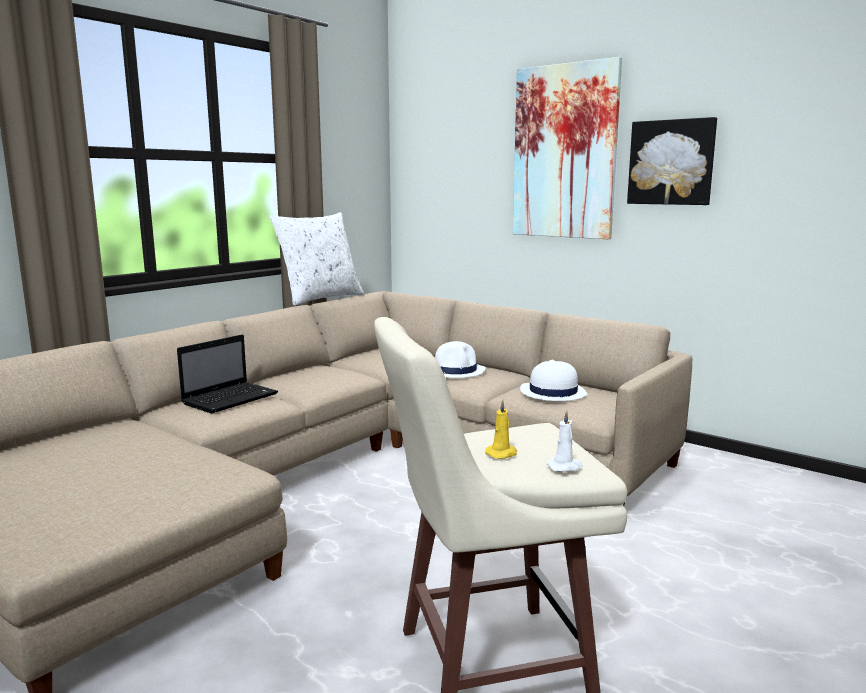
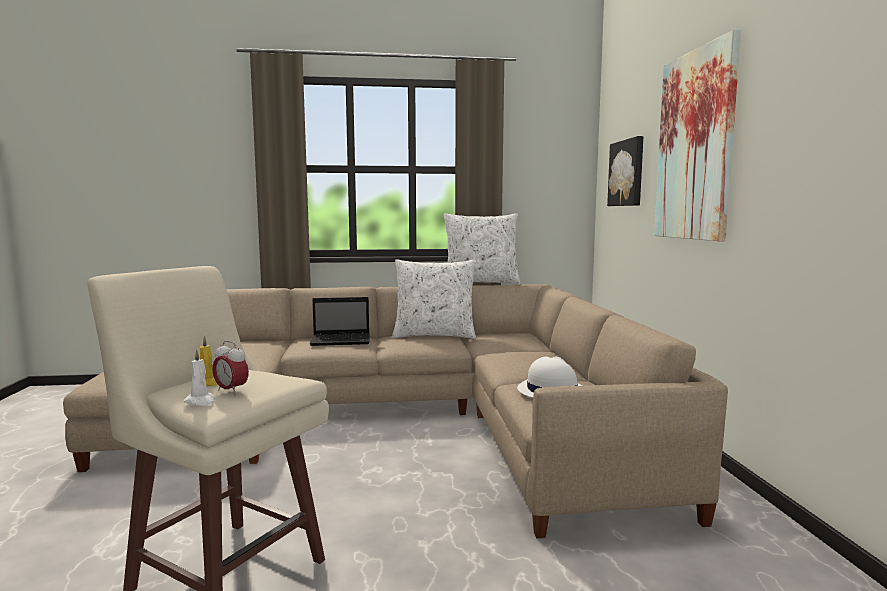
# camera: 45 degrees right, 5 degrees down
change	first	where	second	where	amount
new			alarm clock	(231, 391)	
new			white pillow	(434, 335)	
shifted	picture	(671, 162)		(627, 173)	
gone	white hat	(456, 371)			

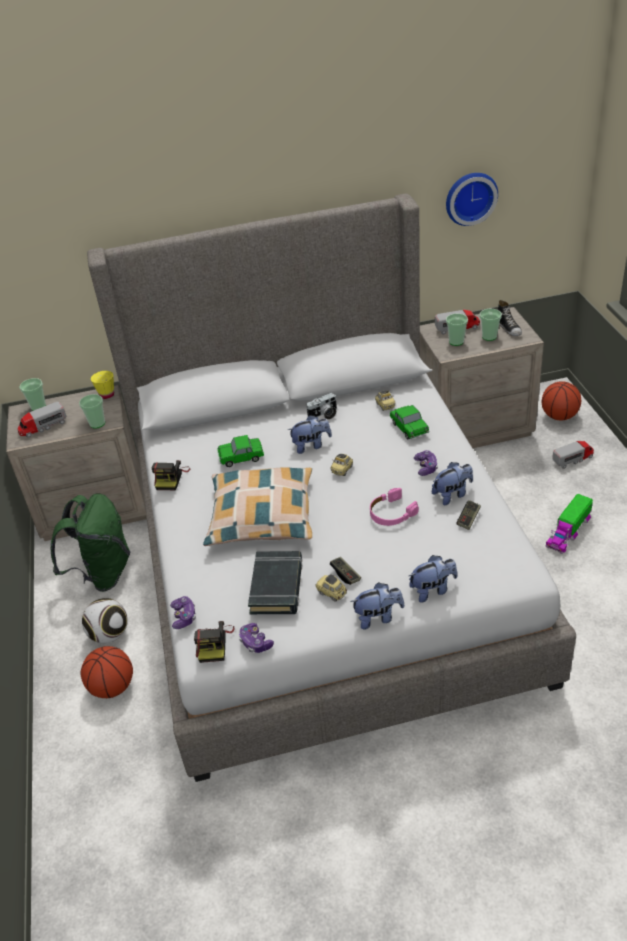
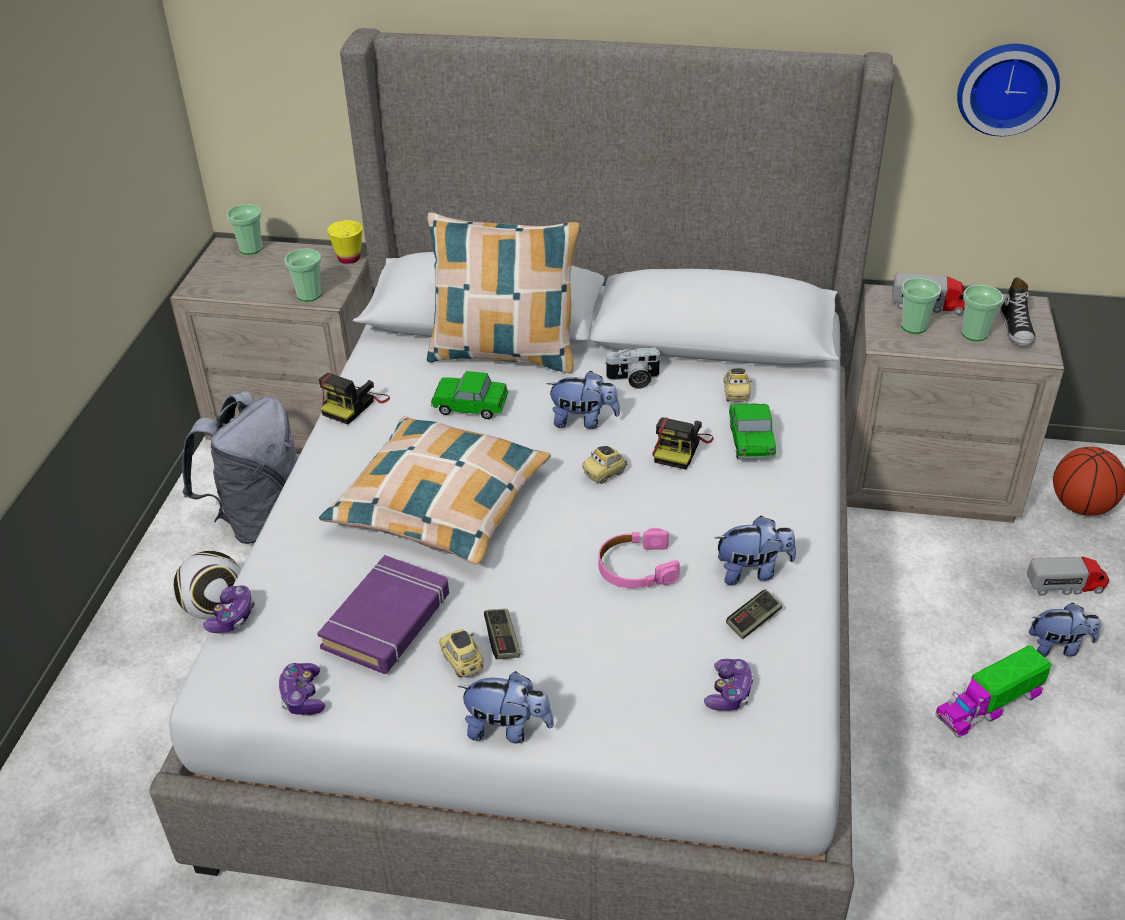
# camera: 20 degrees right, 0 degrees up
change	first	where	second	where	amount
repainted	green backpack	(103, 573)	grey backpack	(259, 518)	
repainted	black book	(277, 586)	purple book	(387, 621)	
new			pillow	(504, 354)	
shifted	photo camera	(214, 643)		(680, 448)	
shifted	game controller	(426, 467)		(729, 692)	
shifted	plush toy	(432, 590)		(1058, 647)	
gone	toy truck	(43, 427)			
gone	basketball	(112, 687)			

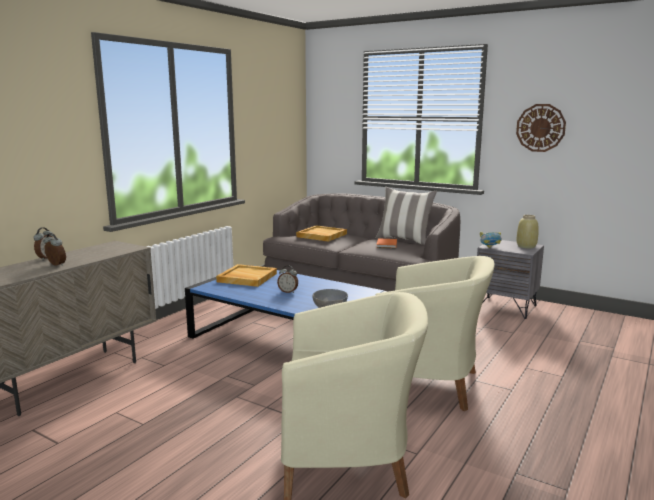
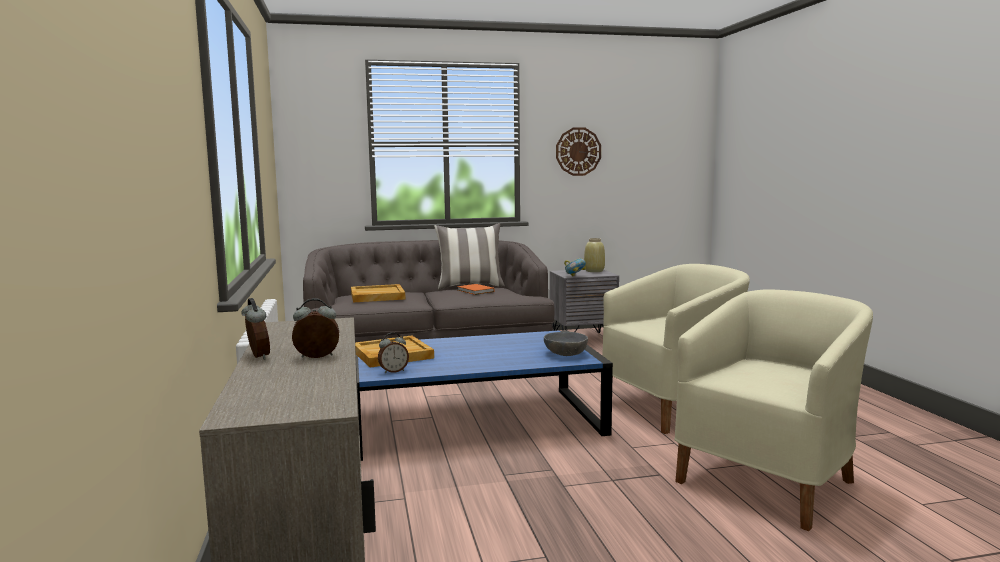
# camera: 45 degrees left, 5 degrees down
change	first	where	second	where	amount
shifted	alarm clock	(288, 291)		(393, 371)	

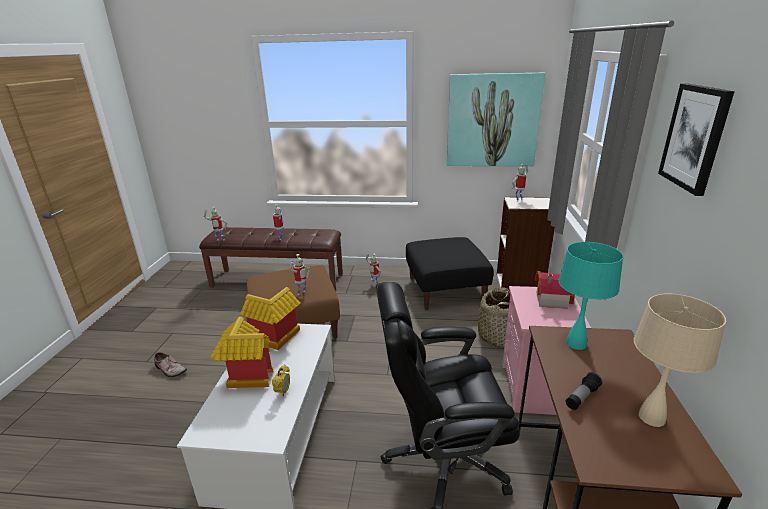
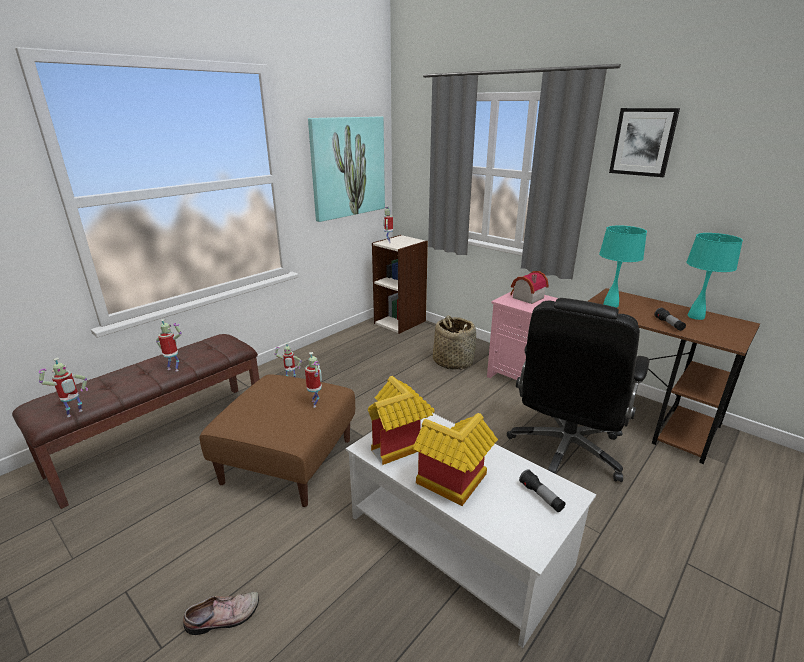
# camera: 55 degrees left, 0 degrees up
change	first	where	second	where	amount
new			flashlight	(541, 497)	
repainted	beige table lamp	(651, 417)	turquoise table lamp	(695, 316)	
gone	alarm clock	(283, 392)			
gone	black ottoman	(446, 290)			

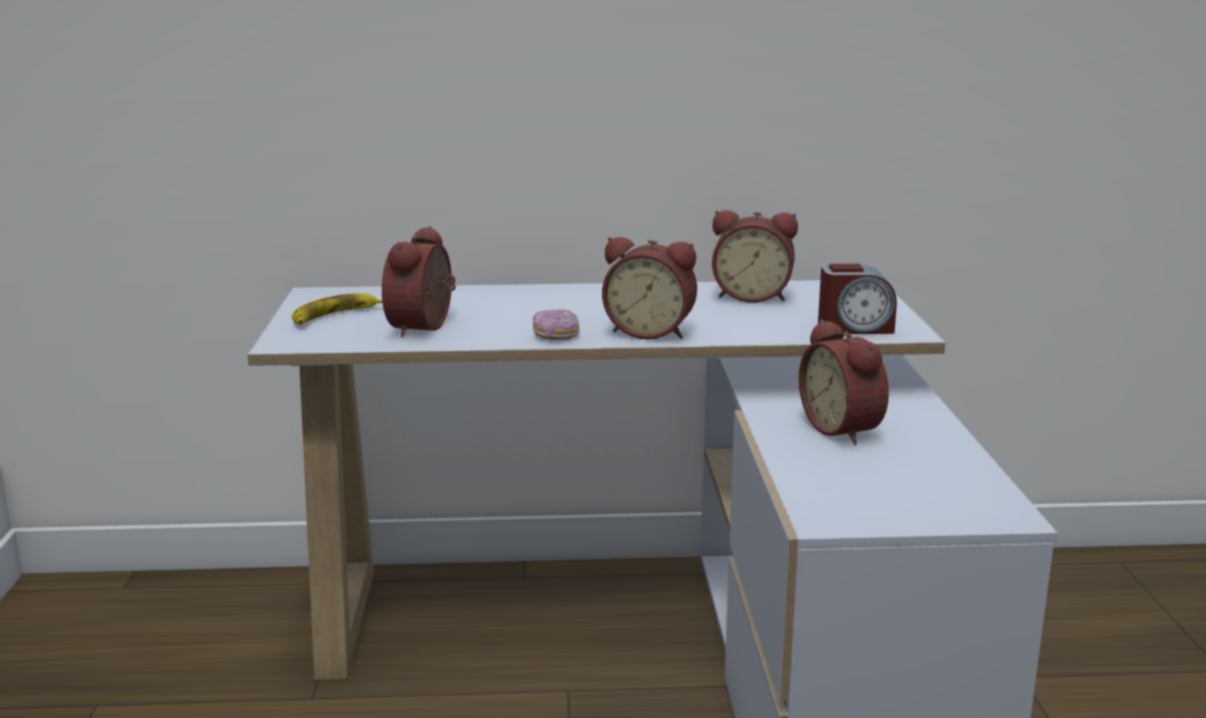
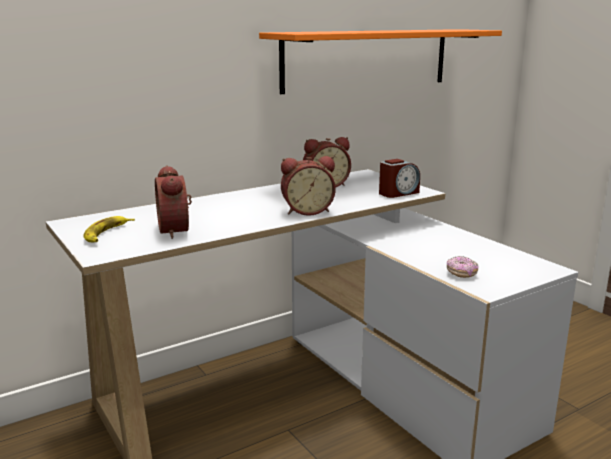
# camera: 30 degrees left, 0 degrees up
change	first	where	second	where	amount
new			orange shelf	(367, 59)	
shifted	donut	(556, 336)		(461, 274)	
gone	alarm clock	(845, 429)			

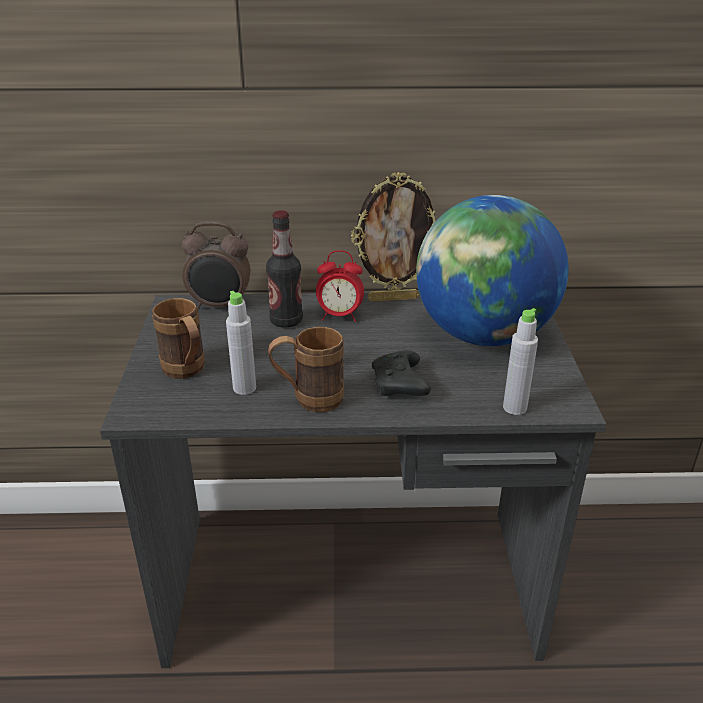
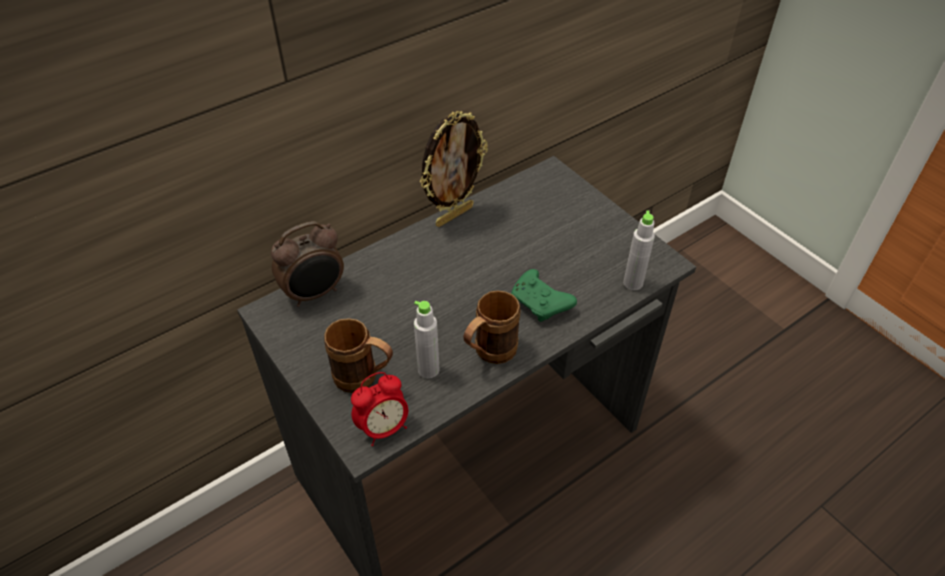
# camera: 35 degrees left, 15 degrees up
change	first	where	second	where	amount
shifted	alarm clock	(339, 316)		(383, 428)	
repainted	black game controller	(400, 385)	green game controller	(541, 303)	
gone	bottle	(286, 321)			
gone	globe	(483, 335)			

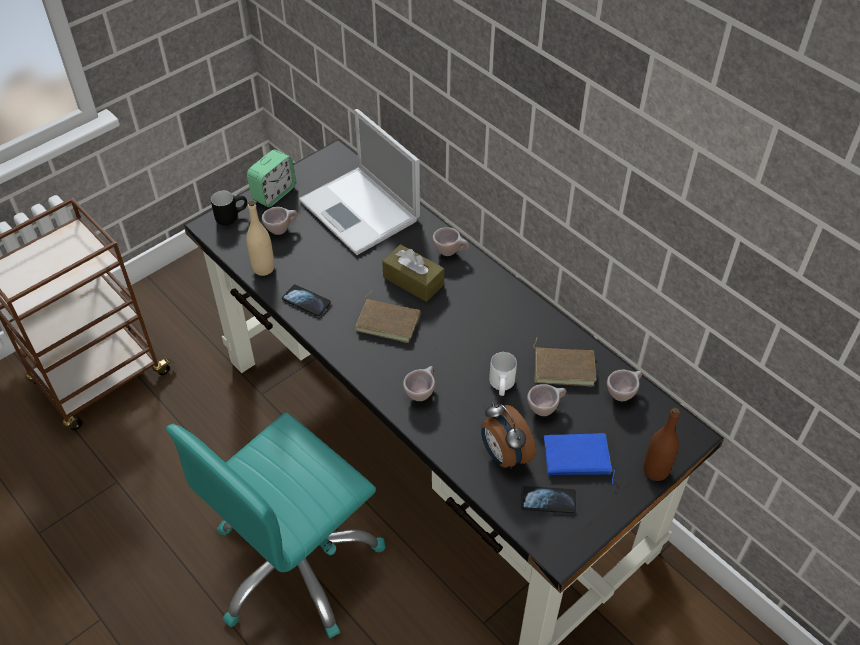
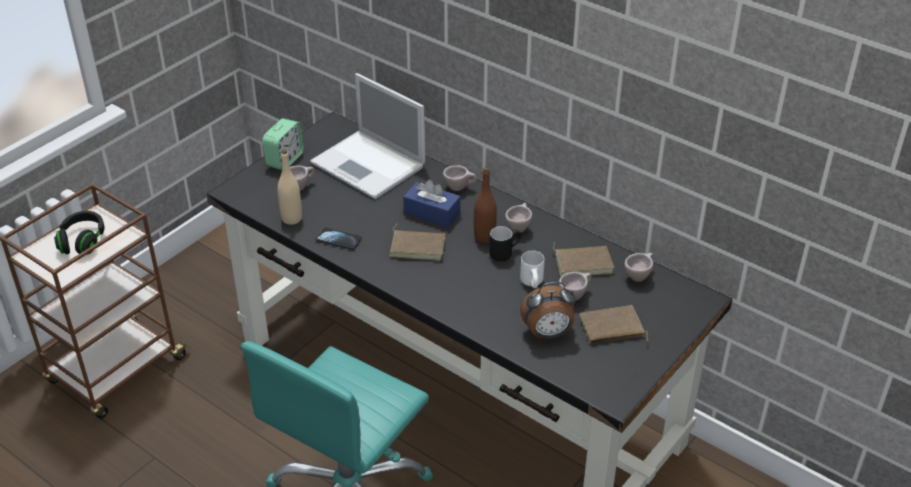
# camera: 10 degrees left, 10 degrees down
change	first	where	second	where	amount
new			black headphones	(82, 242)	
repainted	brown tissue box	(413, 281)	blue tissue box	(432, 213)	
shifted	brown bottle	(655, 470)		(484, 237)	
shifted	black mug	(231, 216)		(504, 252)	
shifted	beige cup	(421, 392)		(519, 227)	
rotated	alarm clock	(504, 455)		(548, 334)	60 degrees counterclockwise
repainted	blue book	(576, 459)	brown book	(611, 329)	
gone	phone	(548, 500)			

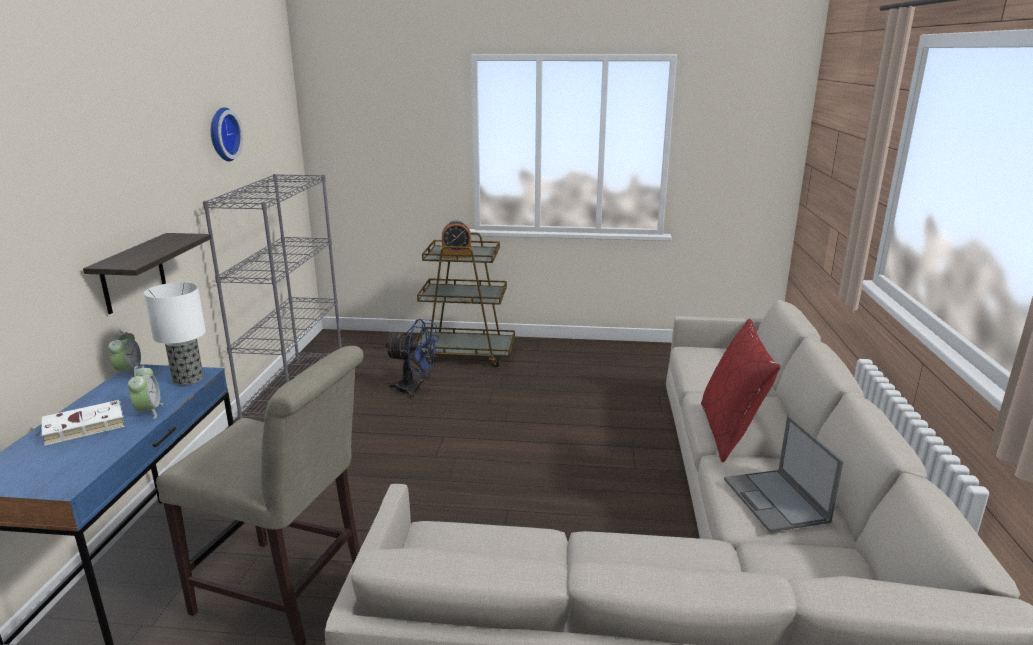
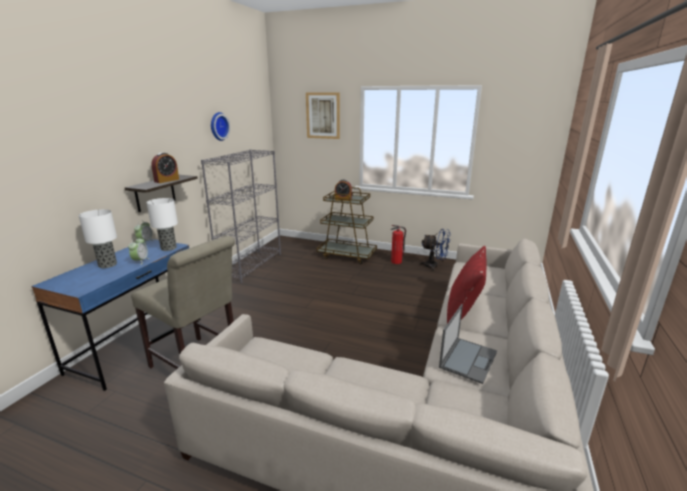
# camera: 15 degrees right, 0 degrees up
change	first	where	second	where	amount
swapped	white book	(81, 427)	table lamp	(107, 265)	
new			alarm clock	(167, 180)	
new			picture	(323, 115)	
new			fire extinguisher	(396, 261)	
shifted	blue fan	(415, 389)		(434, 266)	
rotated	laptop	(776, 501)		(468, 359)	150 degrees counterclockwise

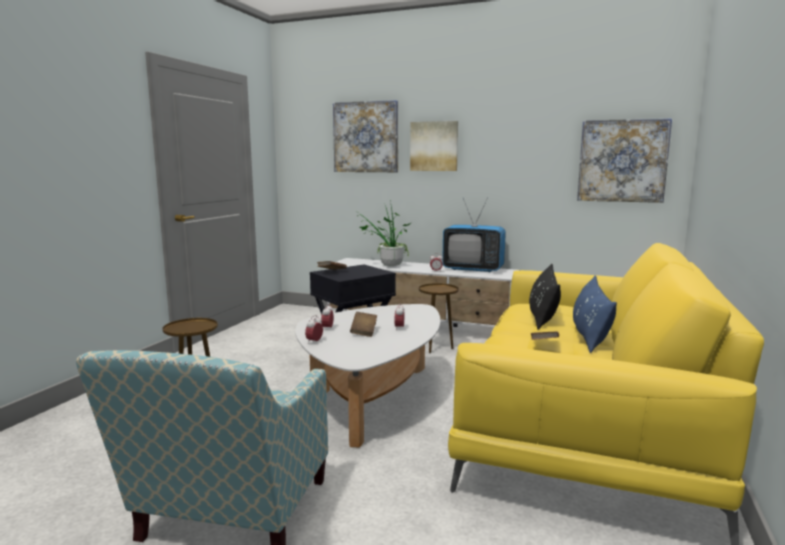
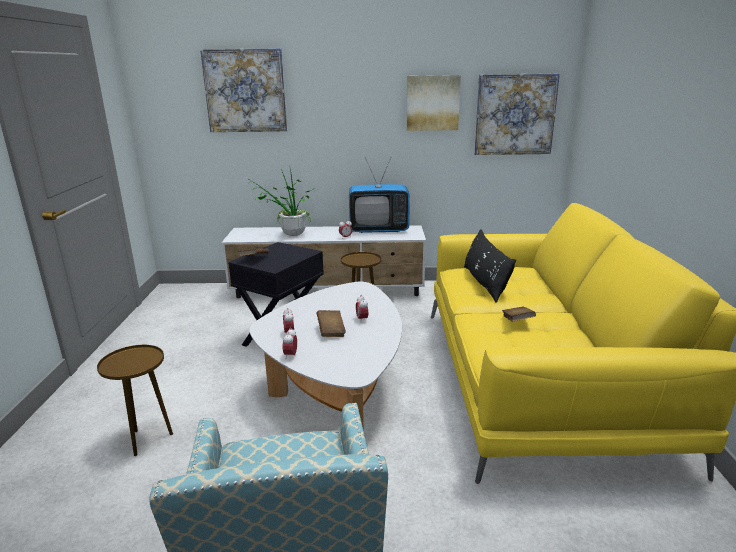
# camera: 20 degrees left, 10 degrees up
change	first	where	second	where	amount
shifted	picture	(434, 146)		(432, 103)	
gone	blue pillow	(589, 335)			

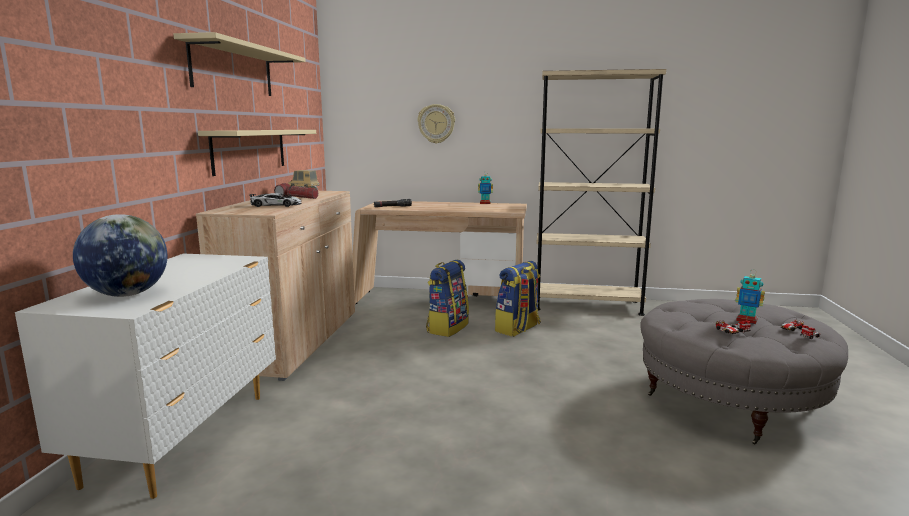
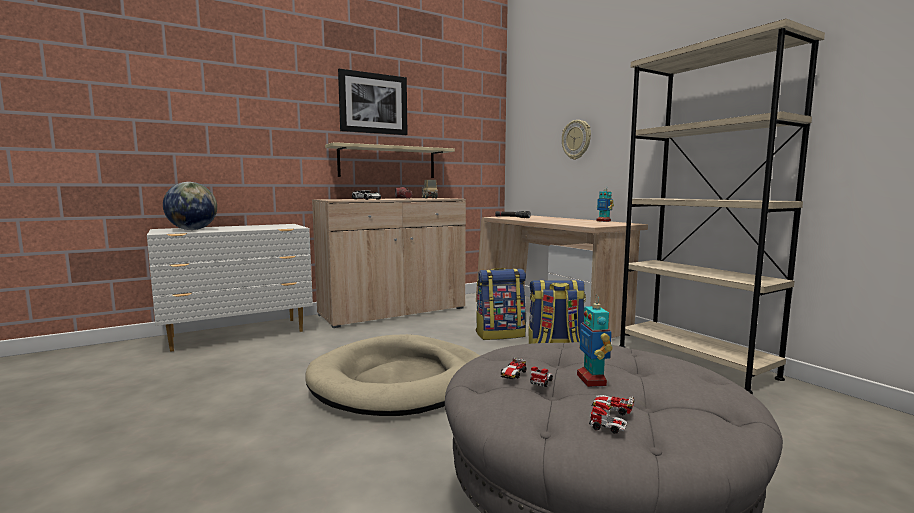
# camera: 50 degrees right, 5 degrees down
change	first	where	second	where	amount
new			beige dog bed	(400, 381)	
swapped	beige shelf	(233, 70)	picture	(373, 103)	

